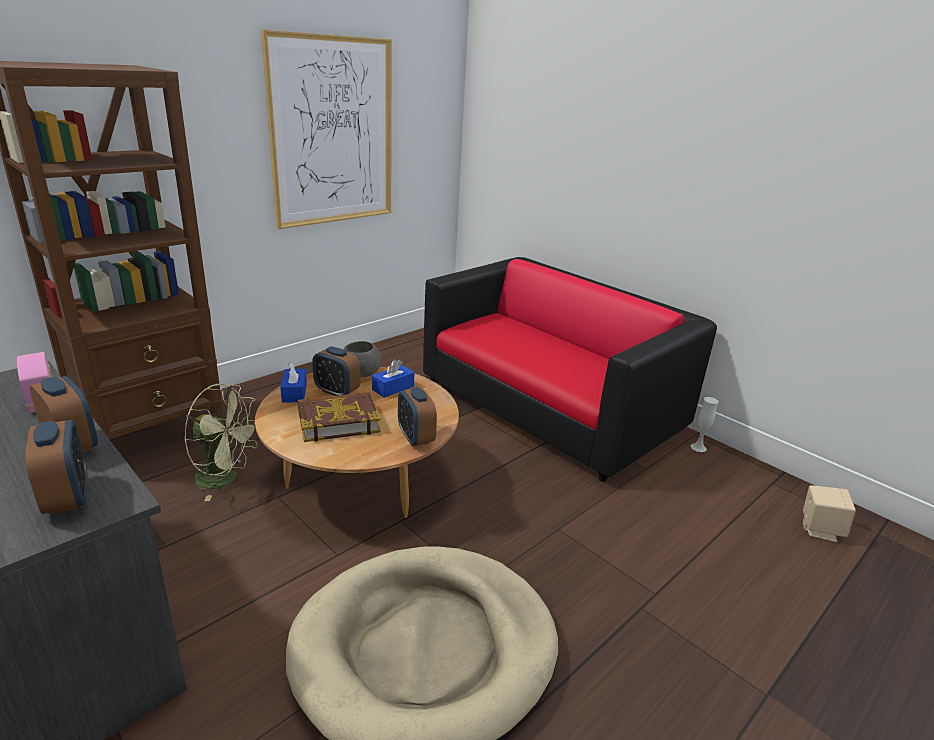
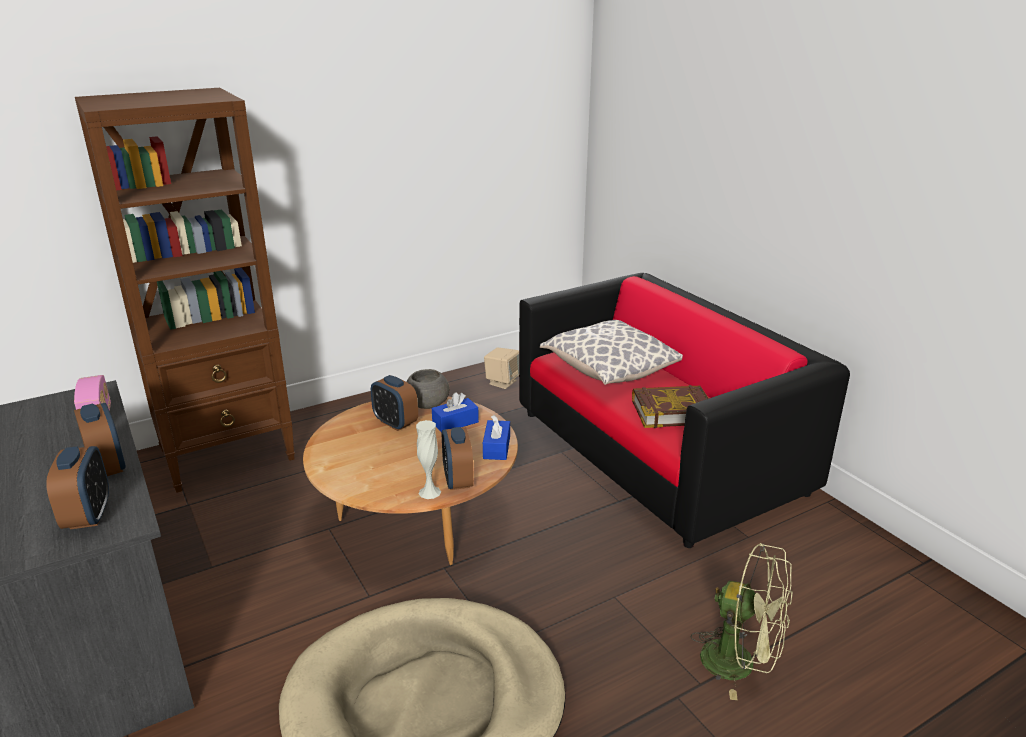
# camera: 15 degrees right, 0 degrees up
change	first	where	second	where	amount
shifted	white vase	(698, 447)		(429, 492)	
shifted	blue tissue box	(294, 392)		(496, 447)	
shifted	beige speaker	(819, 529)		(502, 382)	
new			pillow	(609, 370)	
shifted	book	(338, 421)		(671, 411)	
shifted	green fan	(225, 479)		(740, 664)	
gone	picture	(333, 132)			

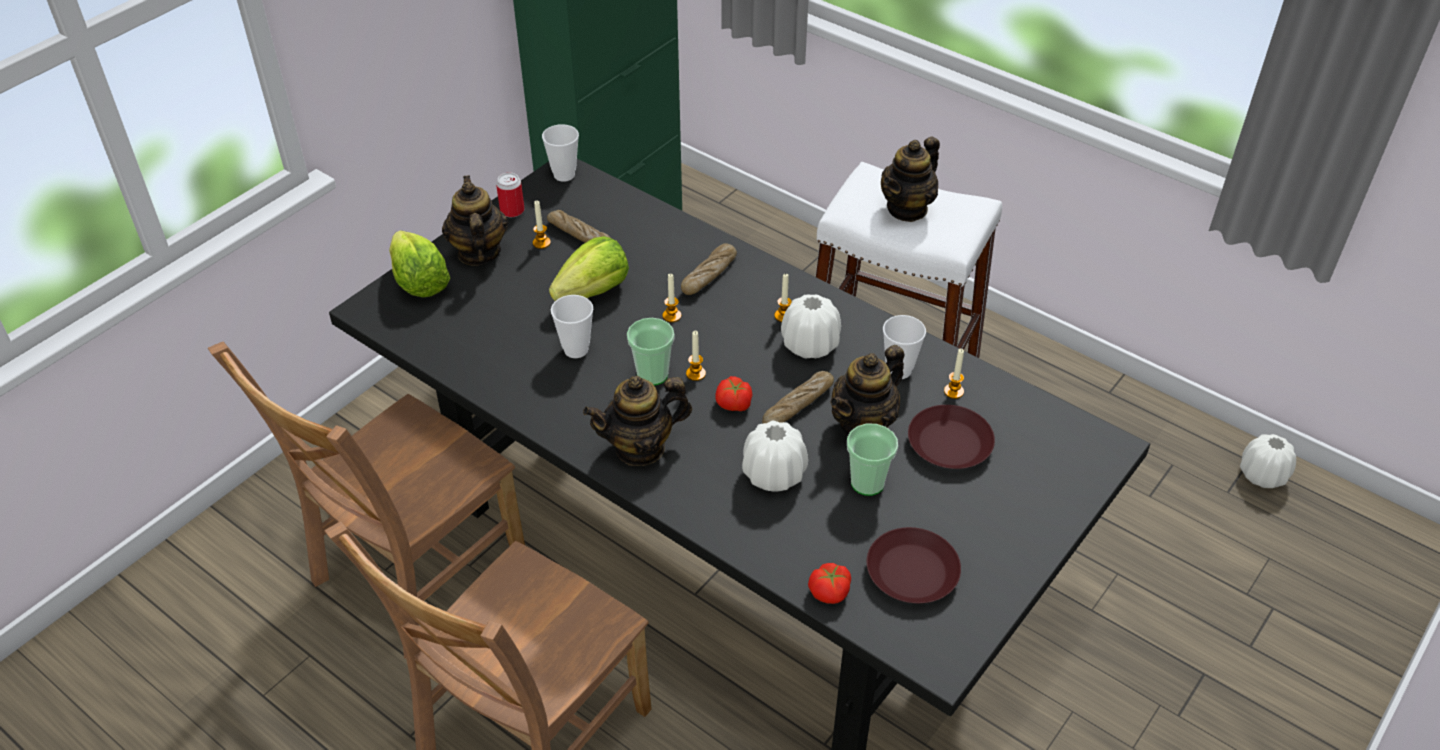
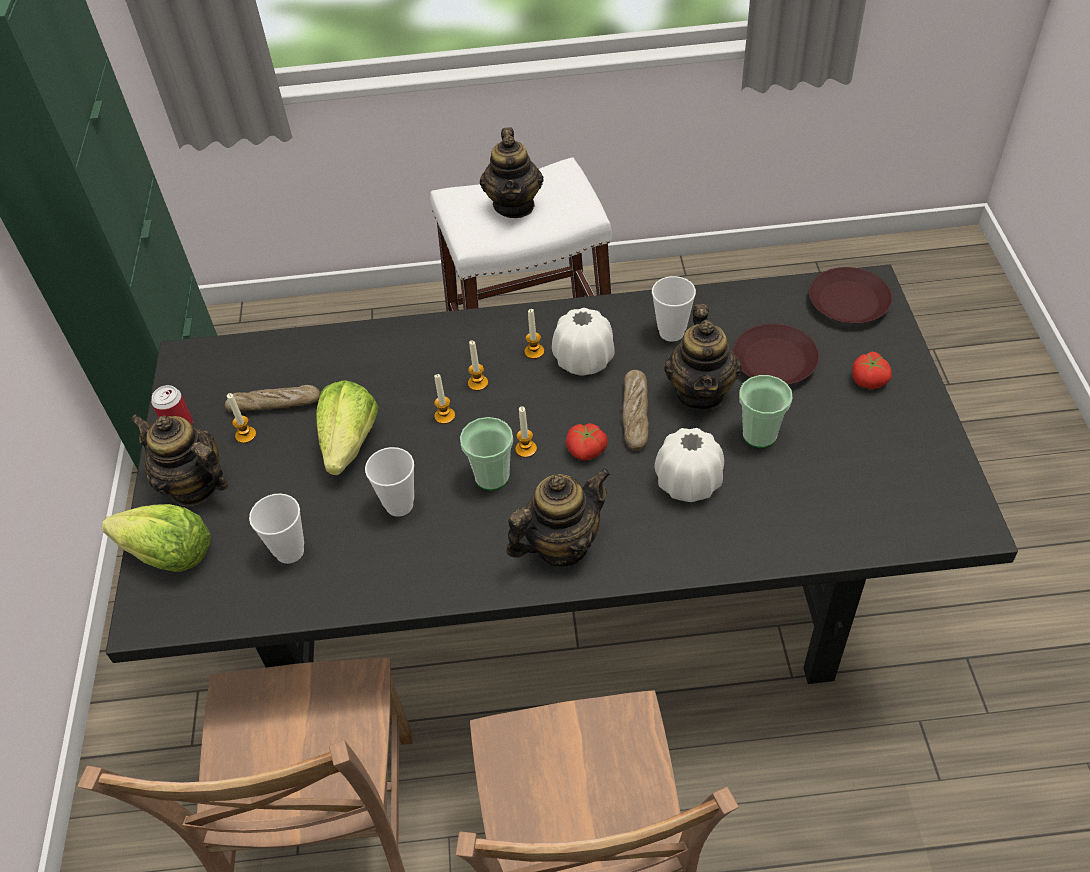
# camera: 40 degrees left, 5 degrees up
change	first	where	second	where	amount
shifted	cup	(564, 175)		(290, 551)	
shifted	candle	(953, 391)		(478, 383)	
rotated	teapot	(640, 447)		(561, 545)	150 degrees counterclockwise
shifted	brown plate	(912, 571)		(847, 302)	
shifted	tomato	(830, 592)		(869, 380)	
gone	bread	(709, 275)			
gone	white vase	(1262, 475)			

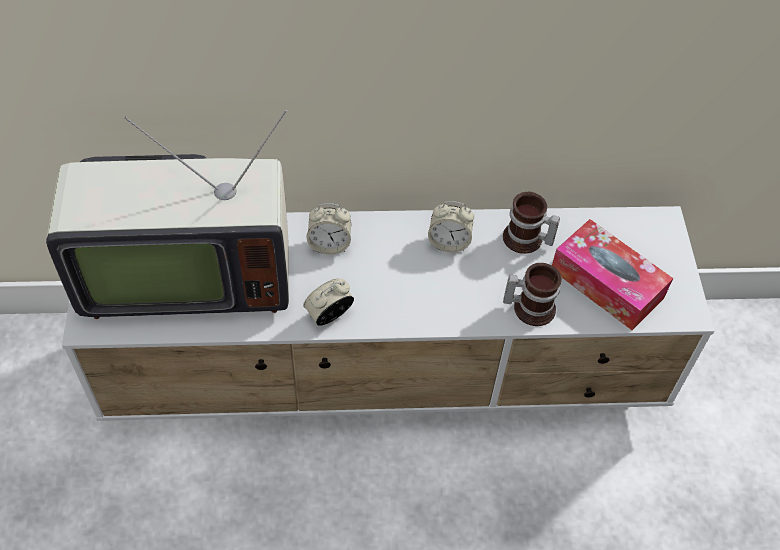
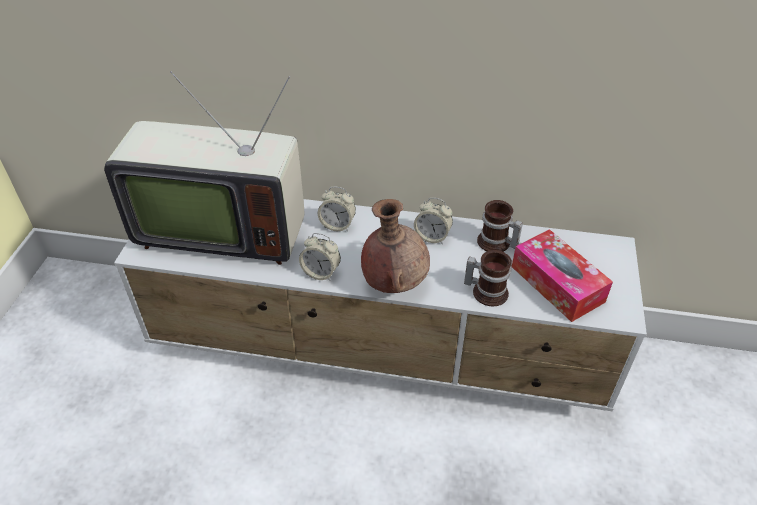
# camera: 15 degrees right, 10 degrees down
change	first	where	second	where	amount
rotated	alarm clock	(329, 315)		(321, 272)	135 degrees counterclockwise
new			brown vase	(394, 282)	

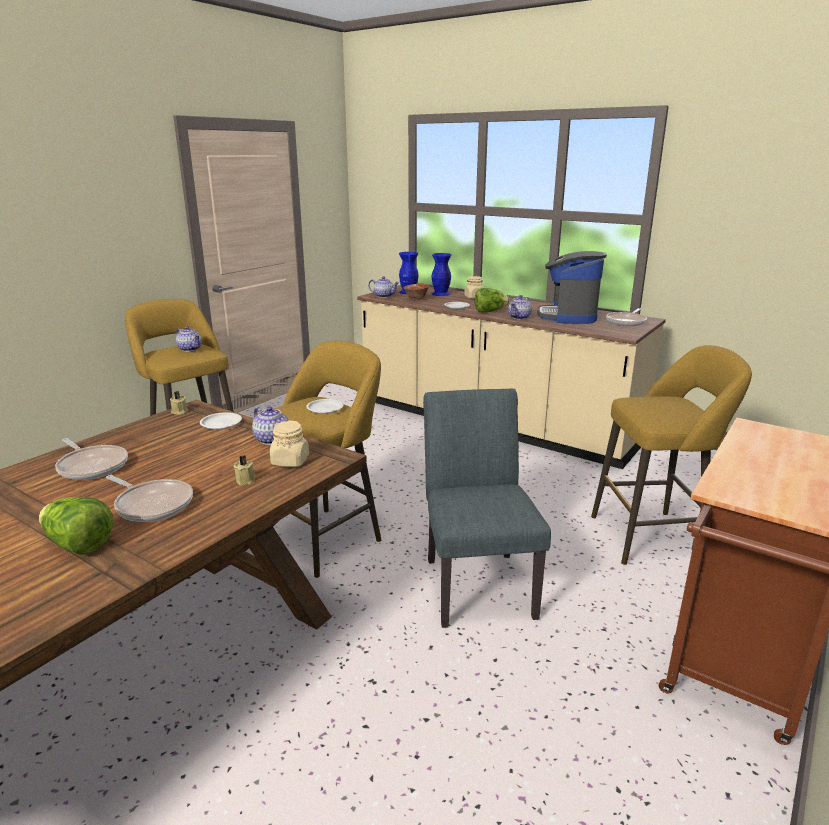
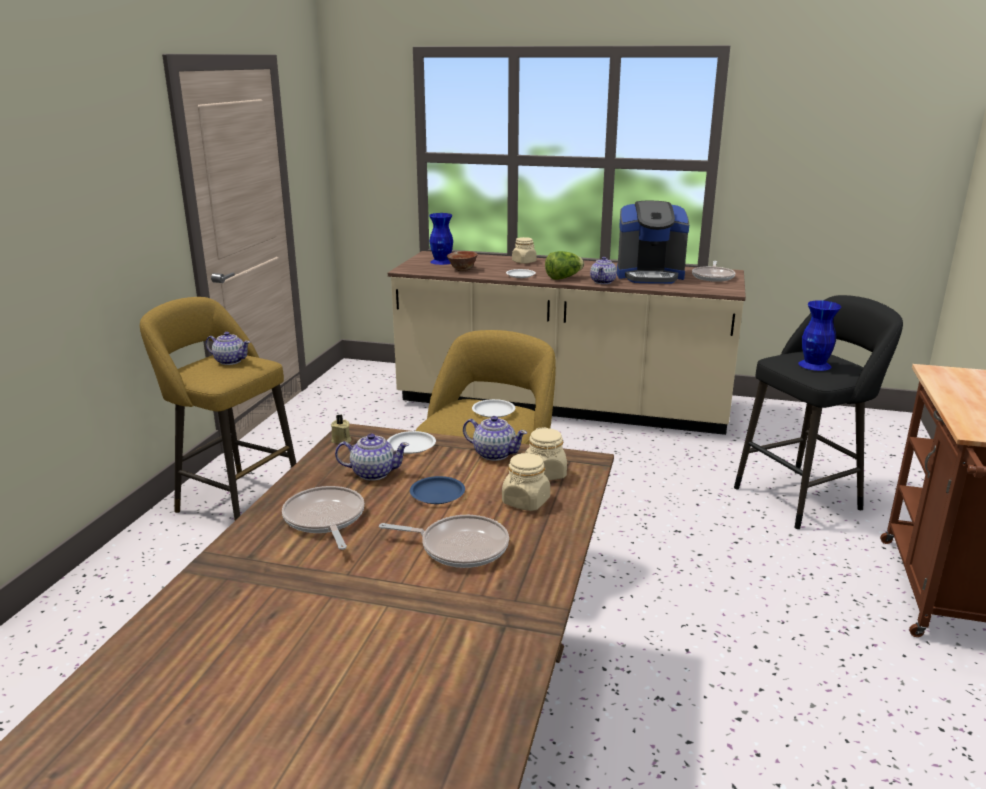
# camera: 20 degrees left, 0 degrees up
change	first	where	second	where	amount
rotated	frying pan	(92, 466)		(325, 519)	135 degrees counterclockwise
shifted	teapot	(383, 296)		(373, 473)	
new			blue plate	(437, 494)	
swapped	beige candle	(246, 480)	beige jar	(525, 502)	
rotated	coffee machine	(568, 316)		(649, 276)	75 degrees counterclockwise
repainted	yellow stool	(652, 536)	black stool	(802, 497)	
shifted	blue vase	(440, 294)		(814, 365)	
gone	lettuce	(79, 545)			
gone	grey chair	(476, 581)			

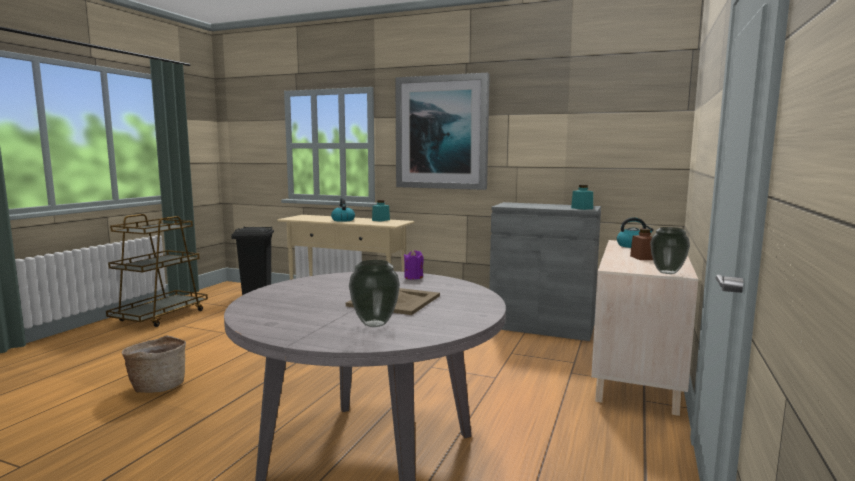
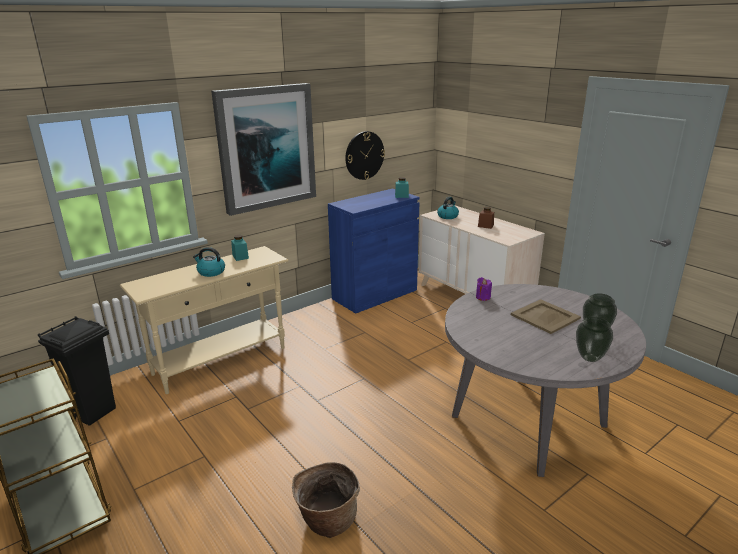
# camera: 60 degrees left, 15 degrees up
change	first	where	second	where	amount
repainted	grey cabinet	(541, 326)	blue cabinet	(375, 294)	
new			wall clock	(364, 155)	
shifted	vase	(668, 272)		(590, 358)	

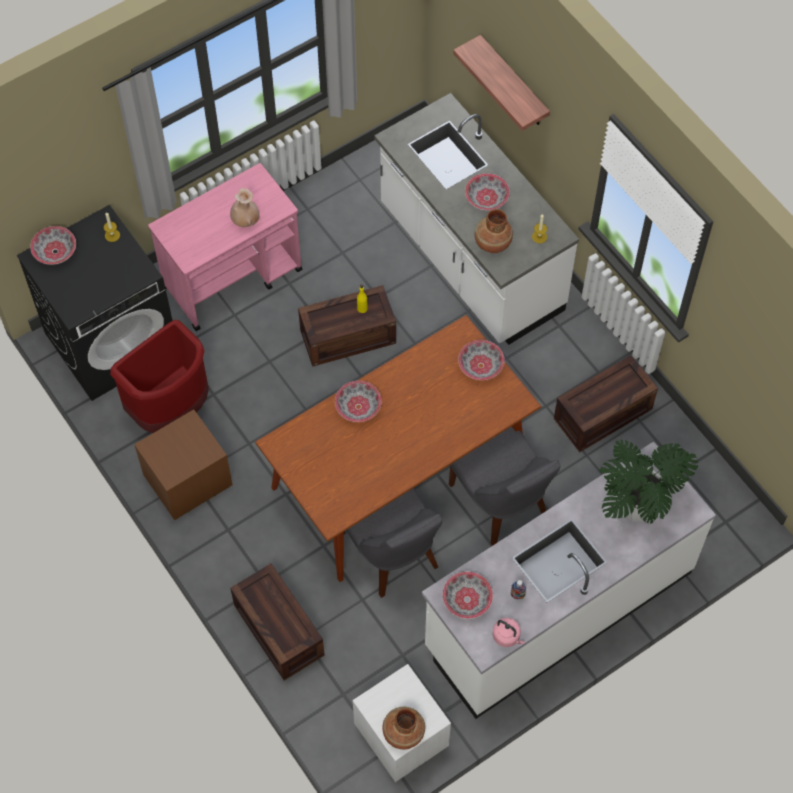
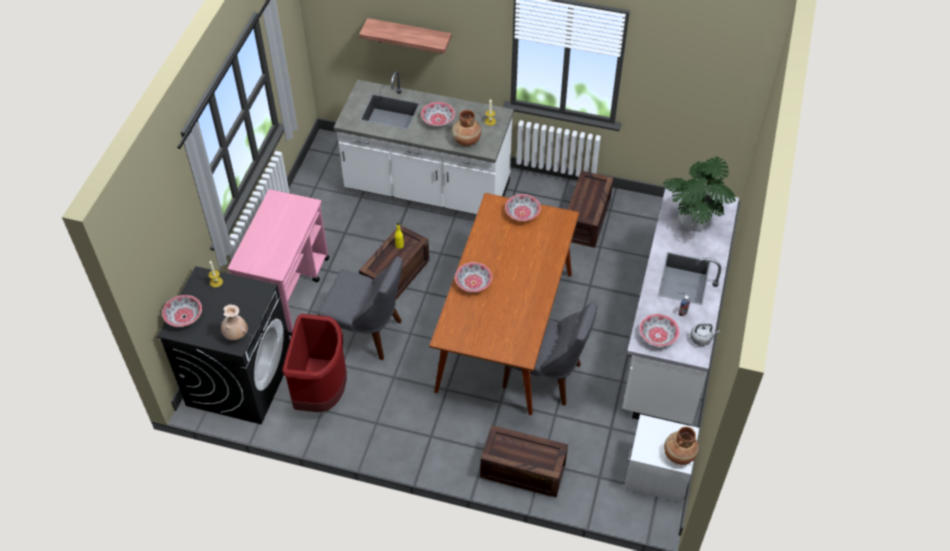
# camera: 40 degrees left, 10 degrees down
change	first	where	second	where	amount
shifted	beige vase	(245, 221)		(236, 335)	
shifted	grey chair	(501, 504)		(366, 333)	
repainted	pink kettle	(507, 636)	grey kettle	(701, 339)	
gone	brown nightstand	(187, 480)			

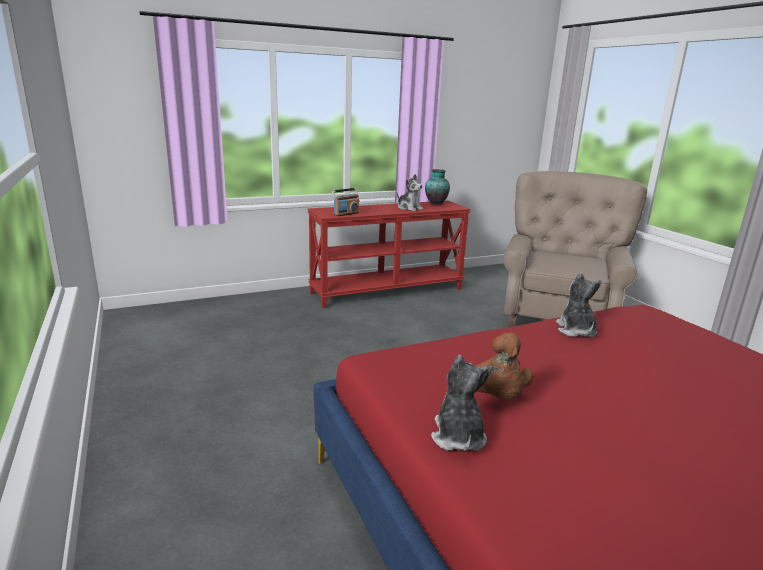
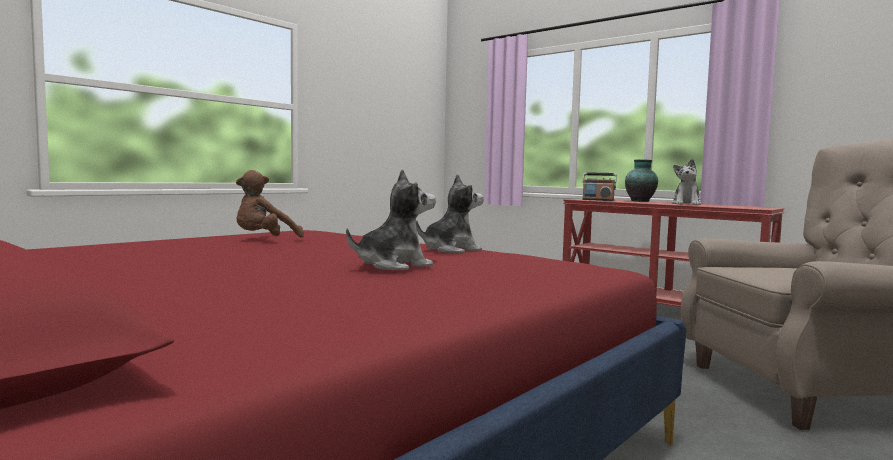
# camera: 65 degrees right, 15 degrees down
change	first	where	second	where	amount
shifted	plush toy	(458, 437)		(393, 265)	
shifted	vase	(436, 203)		(640, 201)	

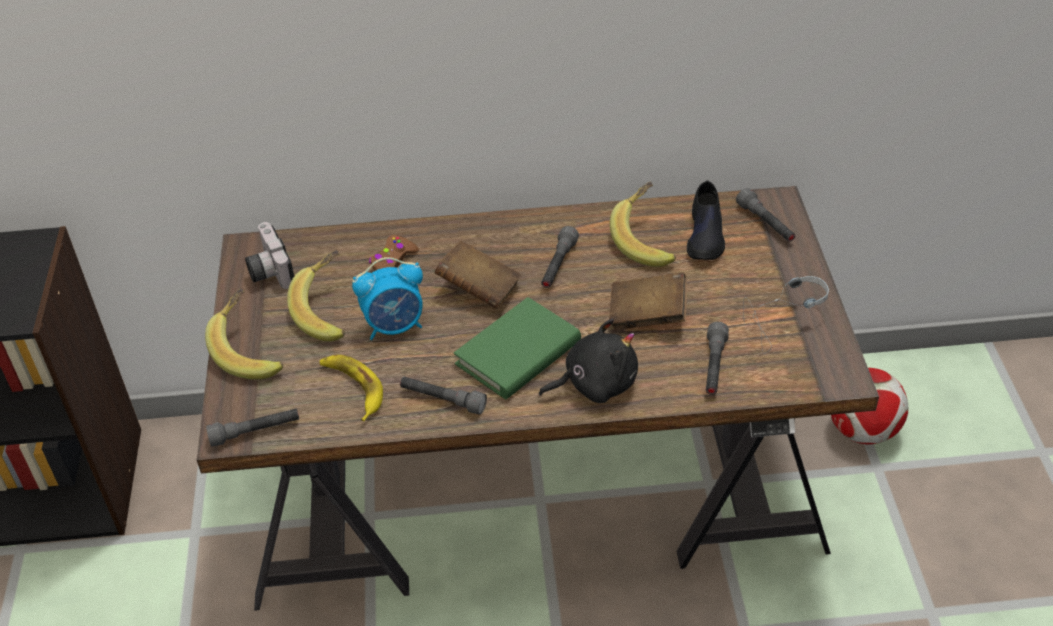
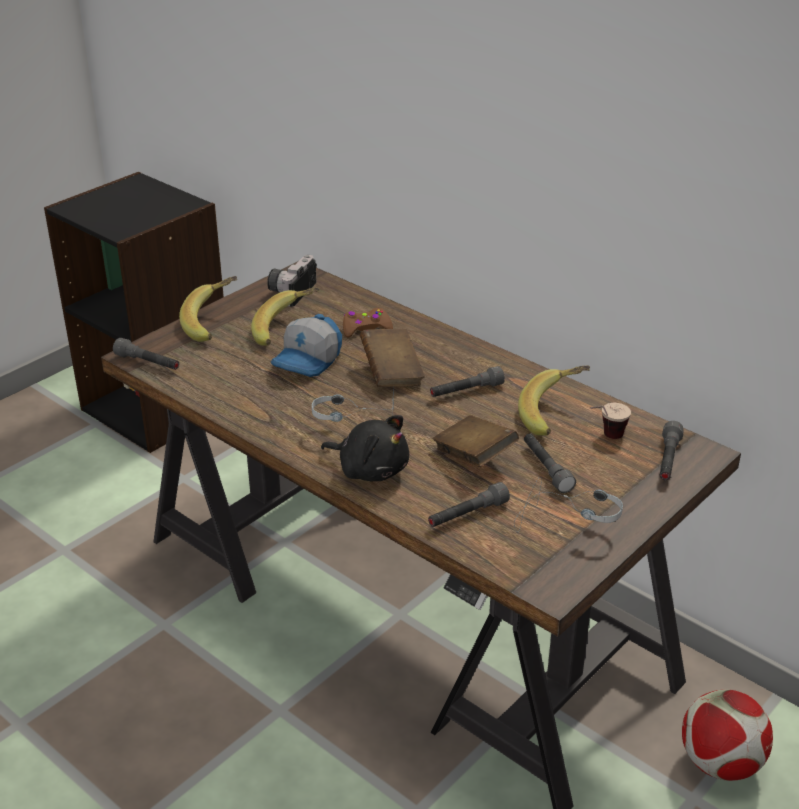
# camera: 45 degrees right, 10 degrees down
change	first	where	second	where	amount
swapped	alarm clock	(395, 326)	cap	(308, 361)	
swapped	green book	(518, 353)	headphones	(353, 421)	
shifted	grey flashlight	(442, 400)		(546, 469)	
swapped	black shoe	(705, 235)	cup	(605, 438)	
gone	banana	(353, 388)			

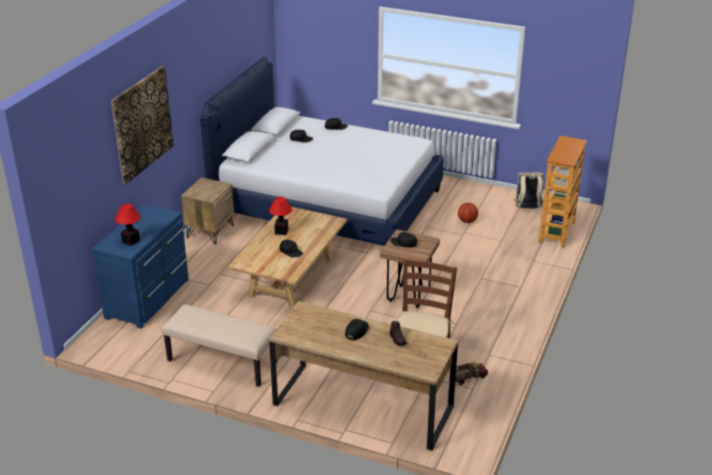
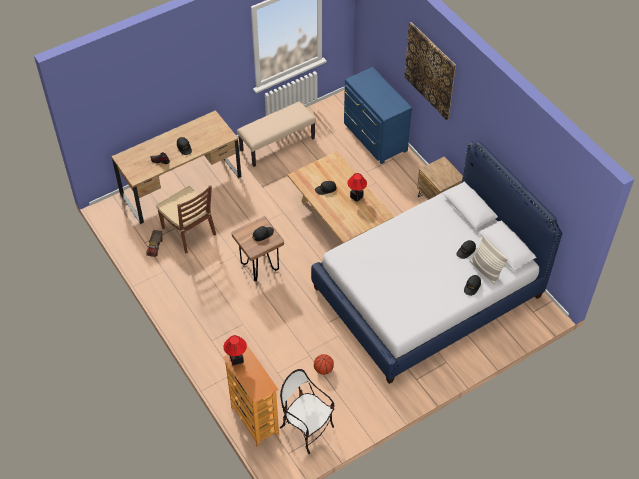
# camera: 125 degrees right, 20 degrees up
change	first	where	second	where	amount
shifted	table lamp	(131, 241)		(236, 359)	
swapped	beige backpack	(527, 209)	chair	(306, 429)	
new			pillow	(485, 271)	

